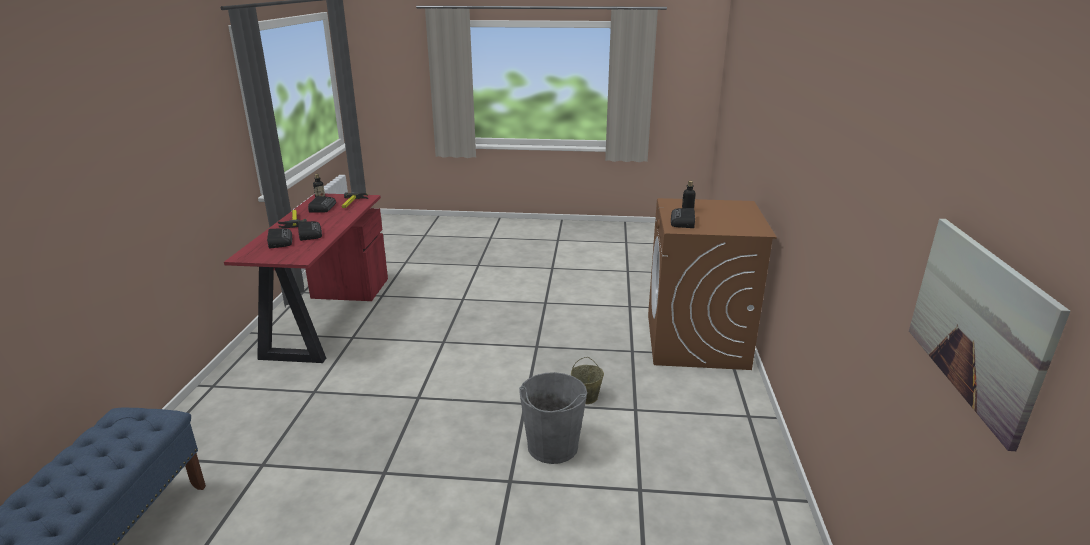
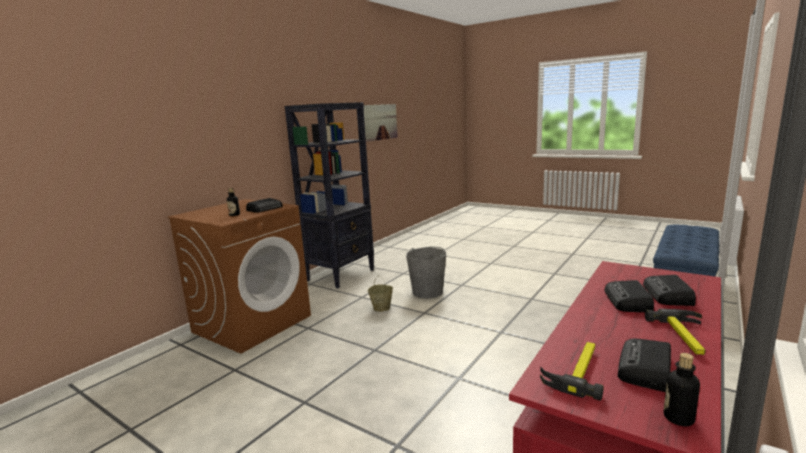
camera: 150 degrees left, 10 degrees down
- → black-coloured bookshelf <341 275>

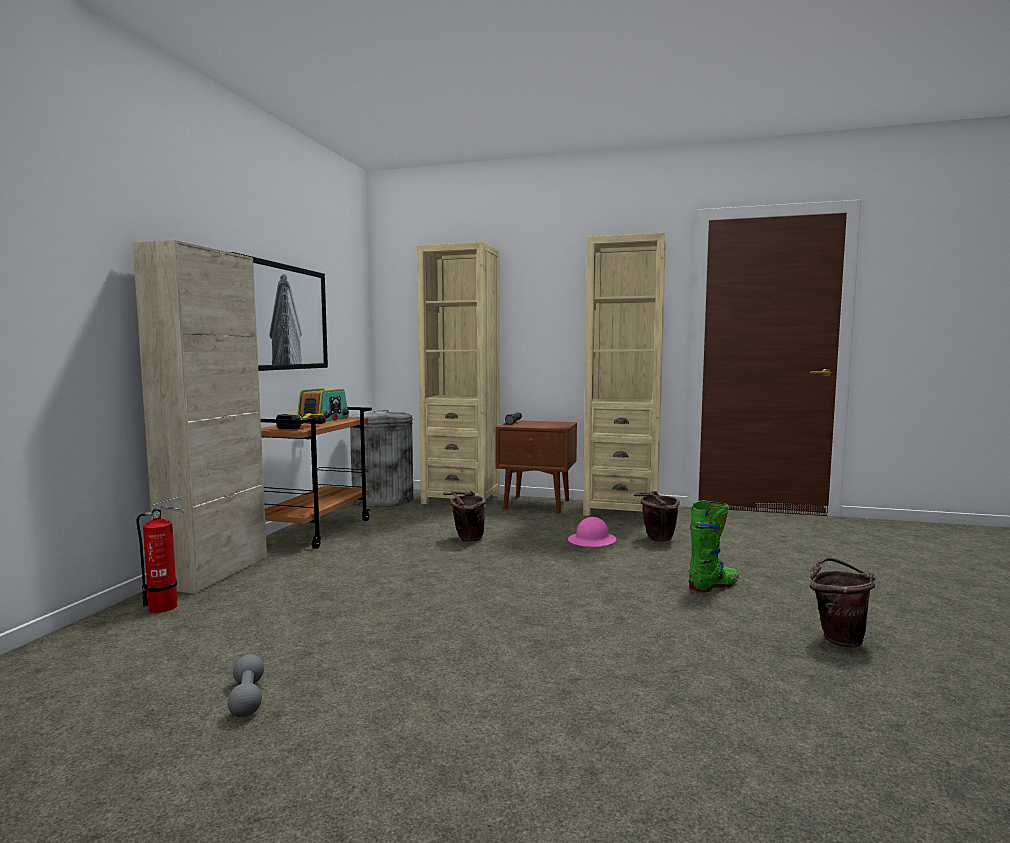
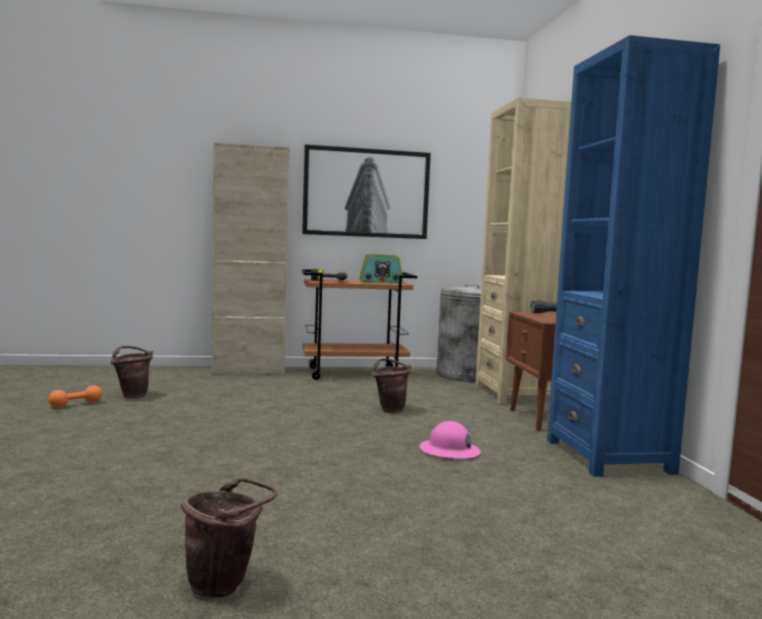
camera: 65 degrees right, 0 degrees up
fire-fighting cylinder <167 607> → -
green-coloured tall boot <713 586> → -
brown-coloured water bucket <656 539> → brown-coloured water bucket <132 395>, shifted
gray dumbbell <247 698> → orange dumbbell <76 404>
beige bookshelf <621 510> → blue-coloured bookshelf <608 456>

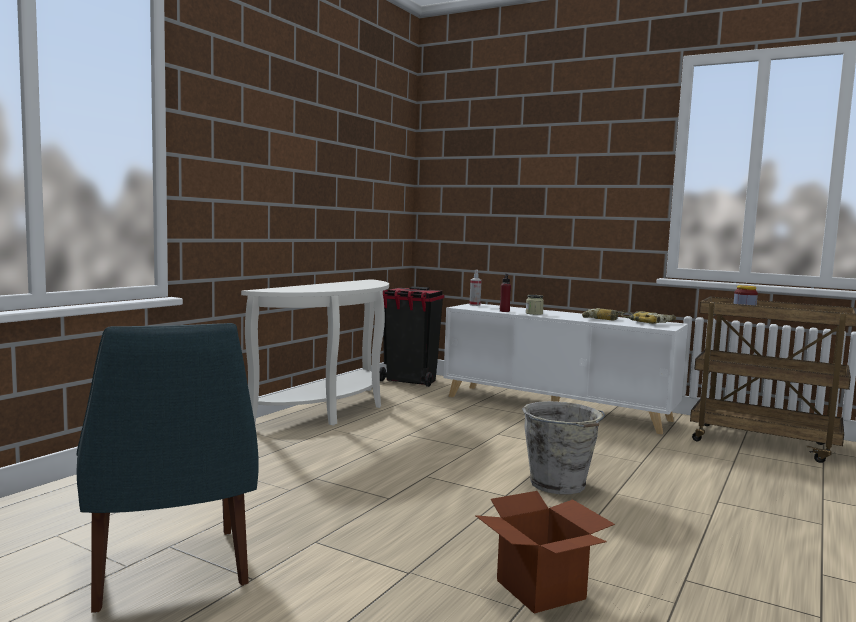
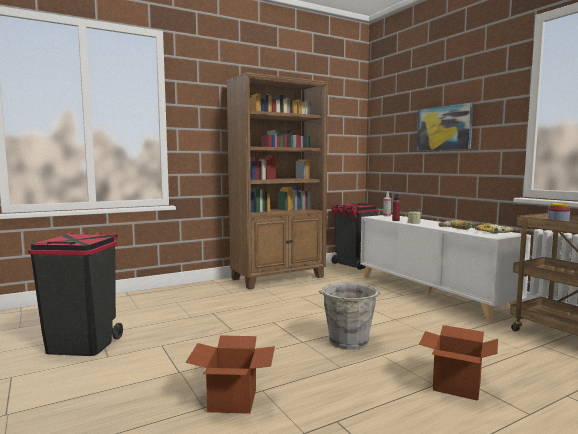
camera: 30 degrees right, 0 degrees up
- → wall art <444 128>
- → carton <457 386>
blue-coloured upright chair <169 571> → black-coloured trash can <82 345>
white-coloured narrow table <333 411> → brown-coloured bookshelf <279 278>

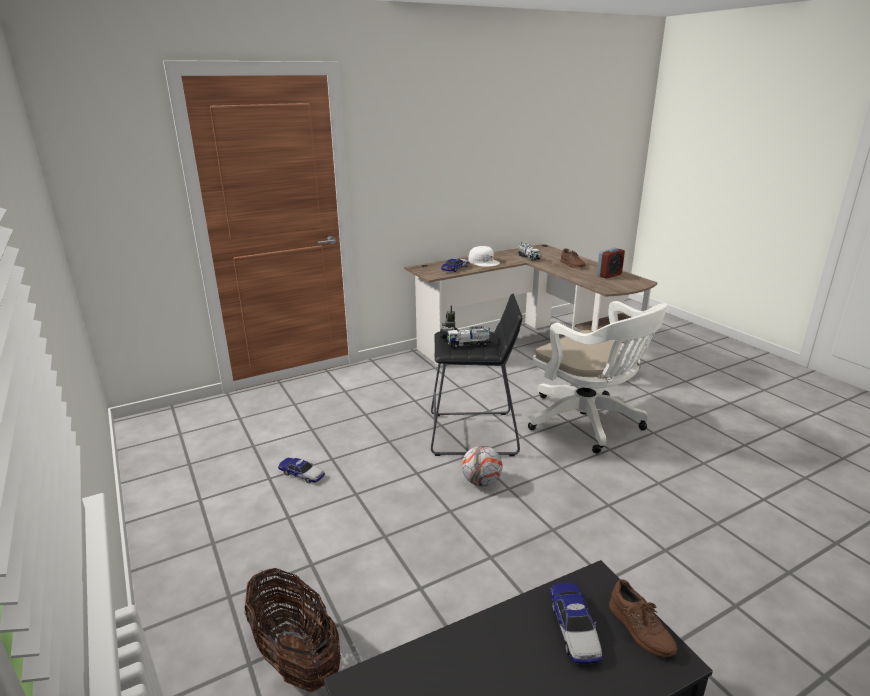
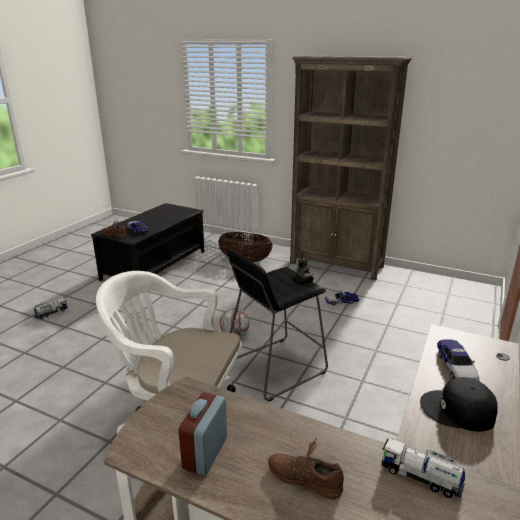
camera: 145 degrees right, 0 degrees up
- → brown-coloured bookshelf <337 265>
model truck <469 344> → model truck <51 313>, shifted
white-coloured cap <484 262> → black-coloured cap <458 411>

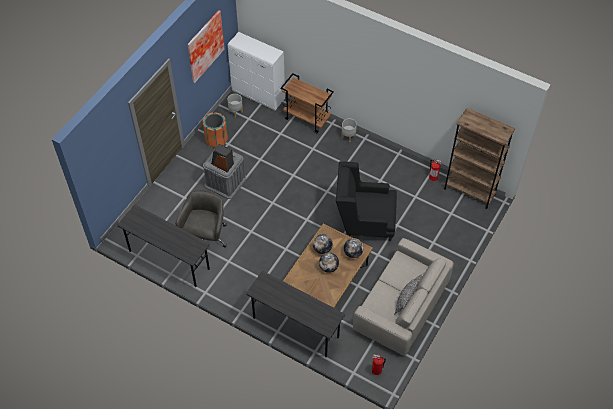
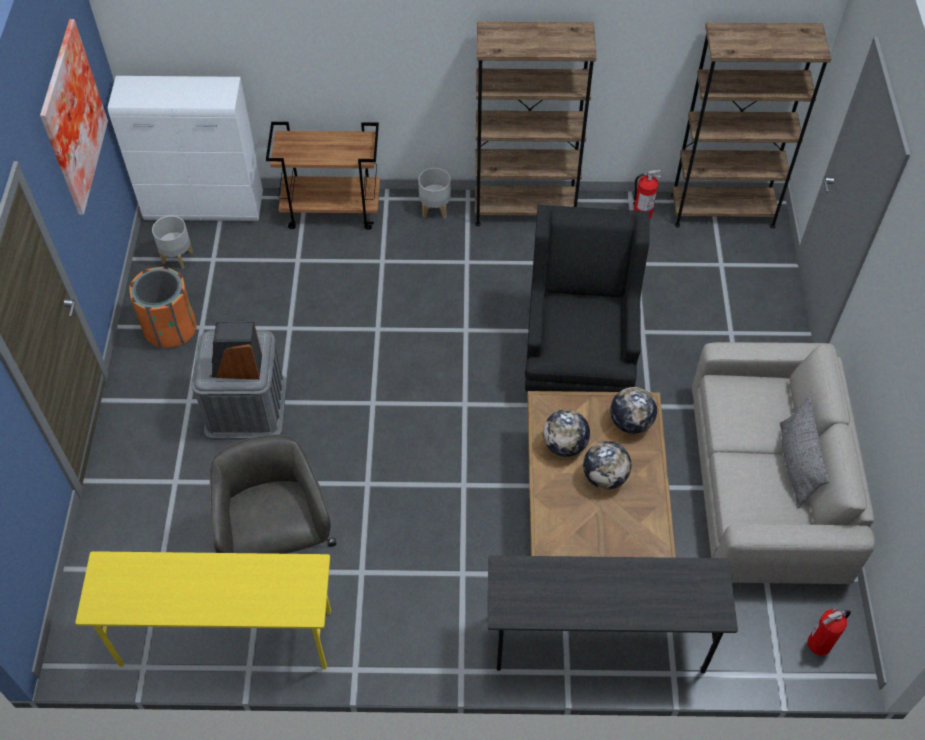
camera: 30 degrees left, 0 degrees up
- → brown-coloured bookshelf <525 210>
gray desk table <168 260> → yellow desk table <226 639>
black-coloured easy chair <364 221> → black-coloured easy chair <578 354>, 120 degrees clockwise

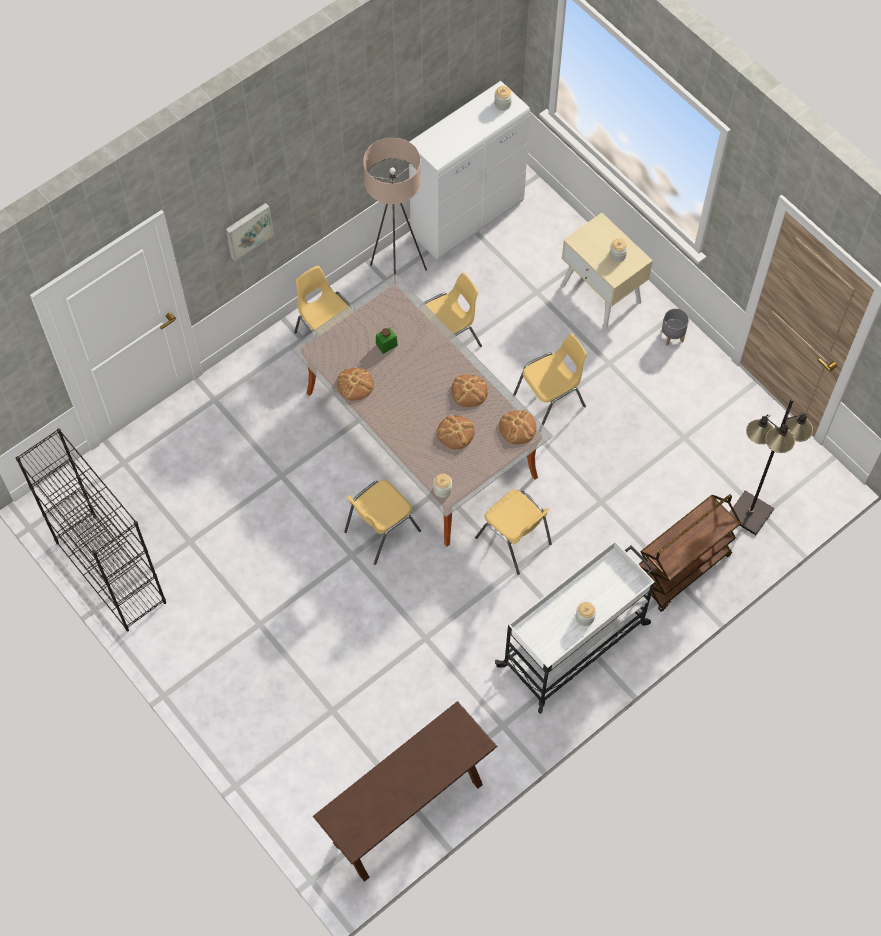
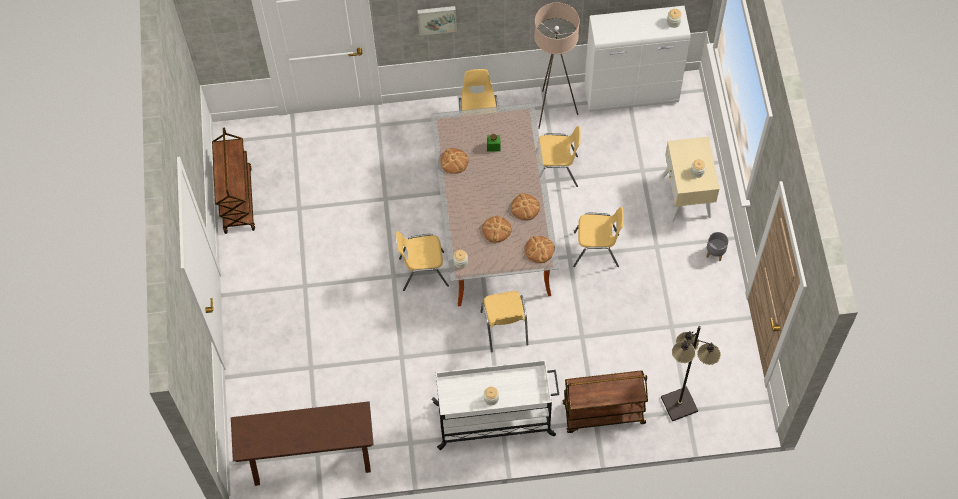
camera: 35 degrees right, 0 degrees up
black-coloured bookshelf <109 572> → brown-coloured trolley <237 199>

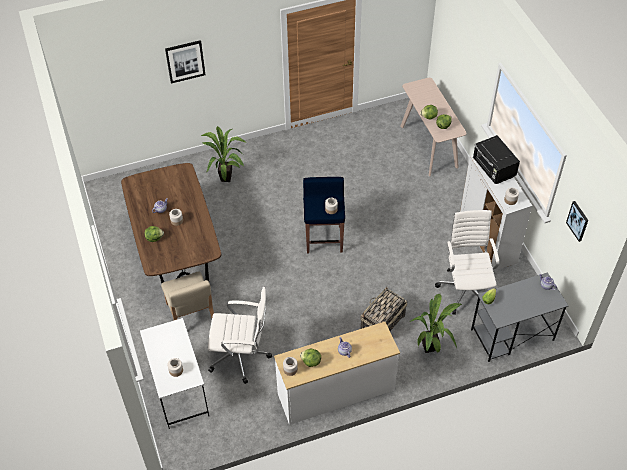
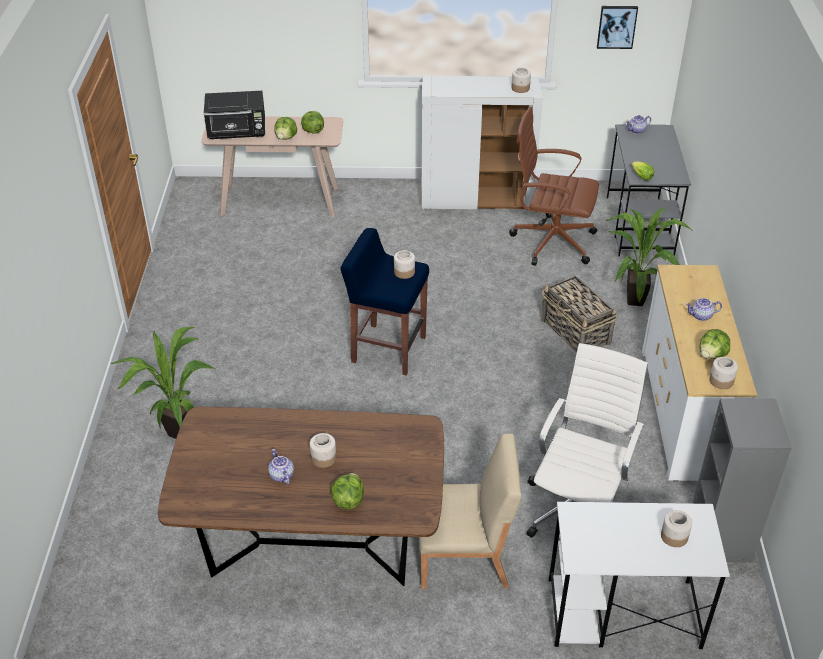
camera: 70 degrees left, 10 degrees down
wall art <185 61> → -
- → gray bookshelf <721 537>
black-coloured kitchen microwave <493 169> → black-coloured kitchen microwave <238 132>, shifted
white-coloured computer chair <466 289> → brown-coloured computer chair <551 241>

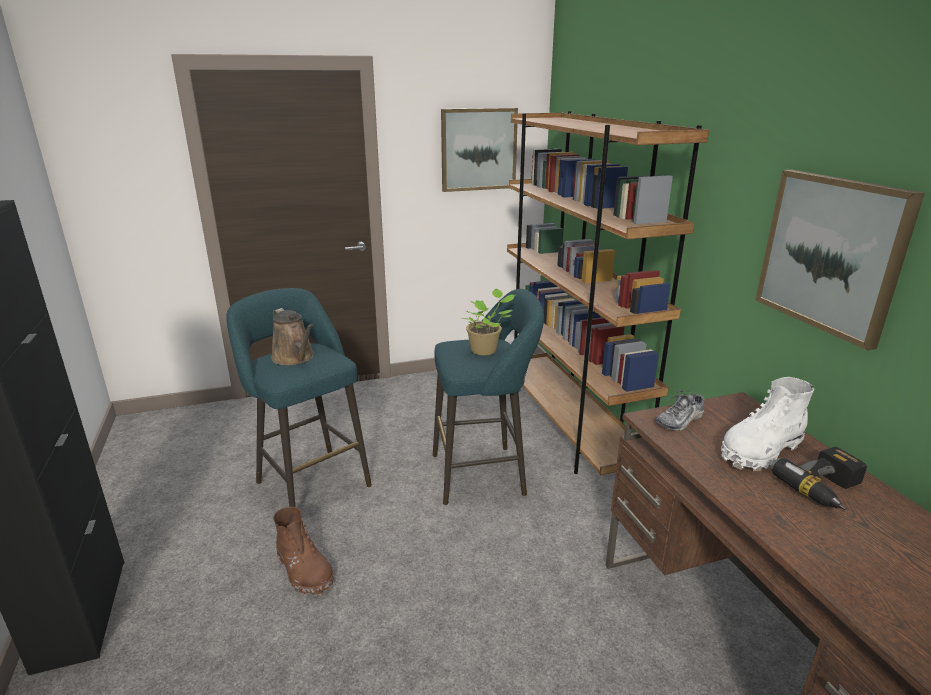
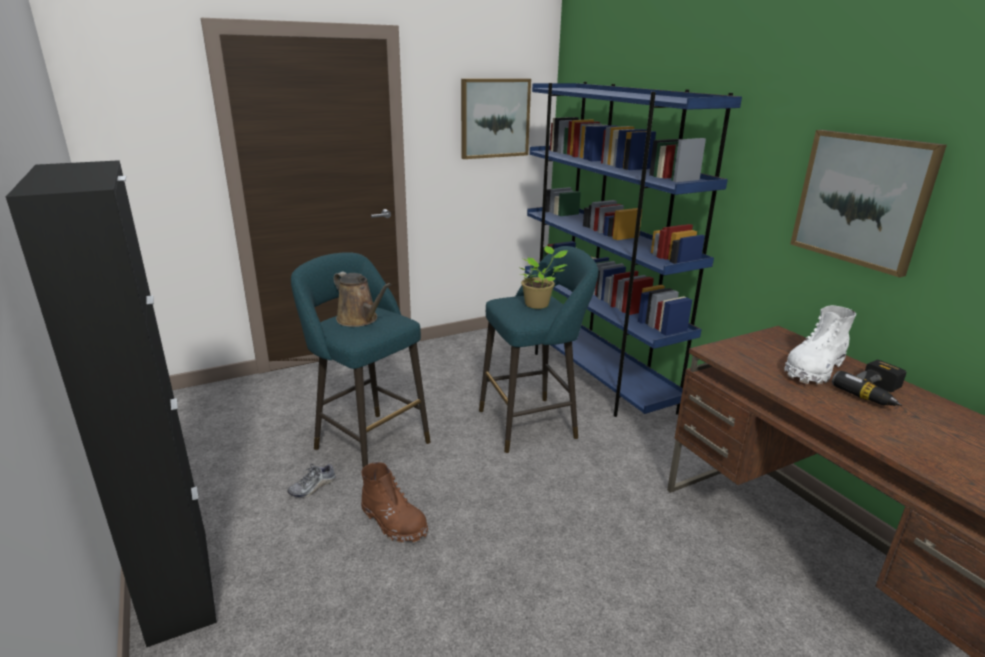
camera: 10 degrees left, 0 degrees up
low shoe <680 420> → low shoe <313 487>, shifted
brown-coloured bookshelf <568 426> → blue-coloured bookshelf <595 376>

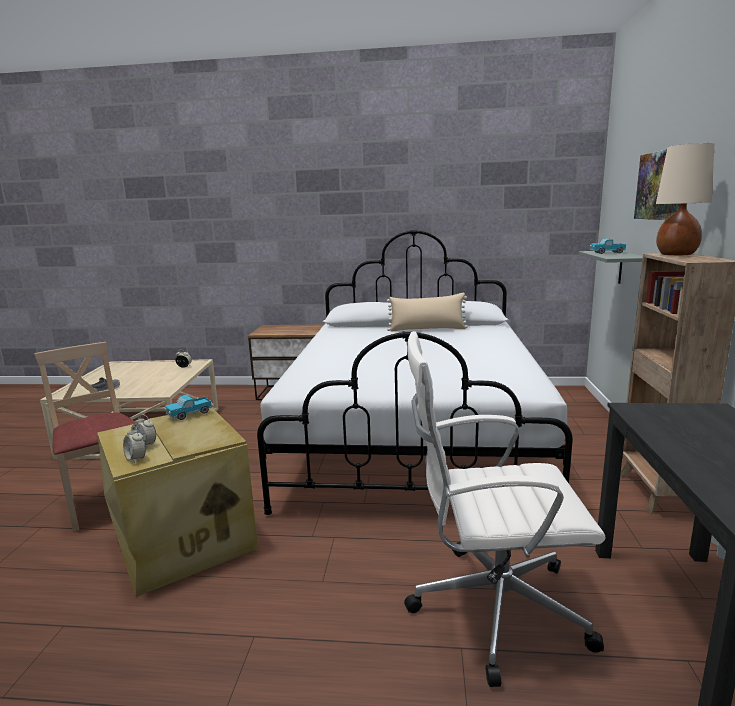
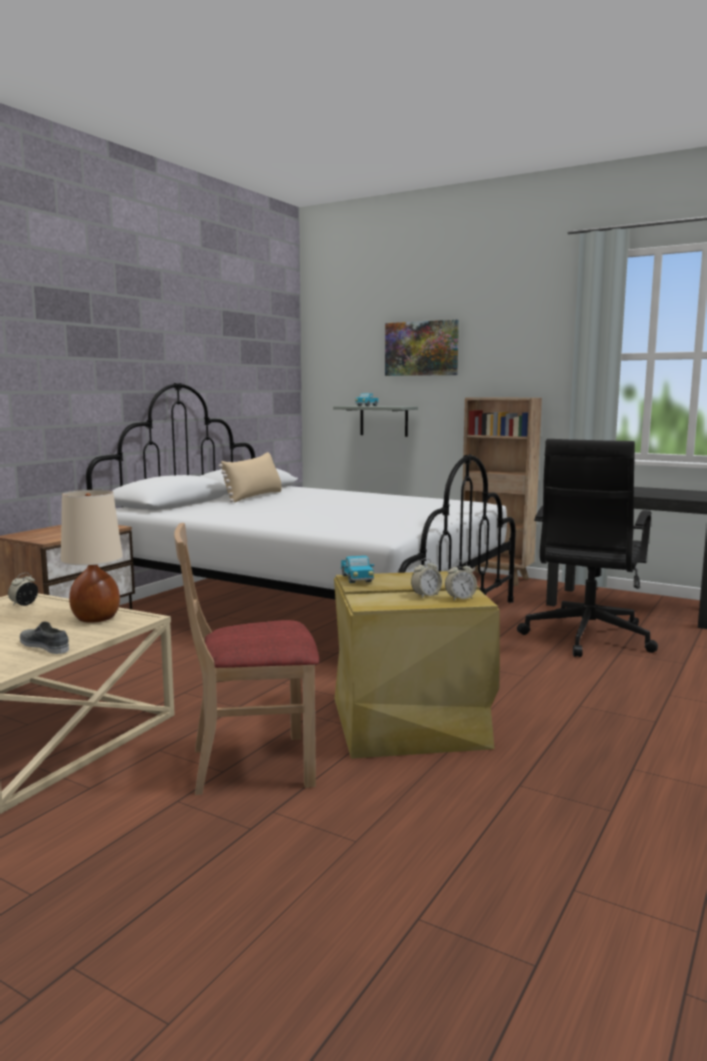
camera: 65 degrees left, 5 degrees down
beige lamp for a table <677 255> → beige lamp for a table <96 618>, shifted
white-coloured computer chair <492 607> → black-coloured computer chair <586 638>

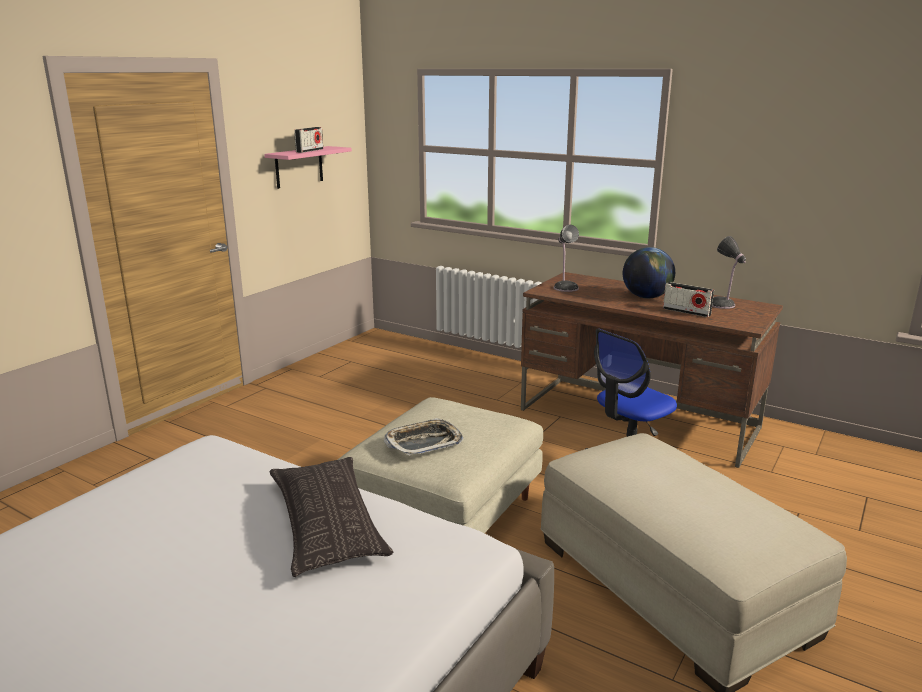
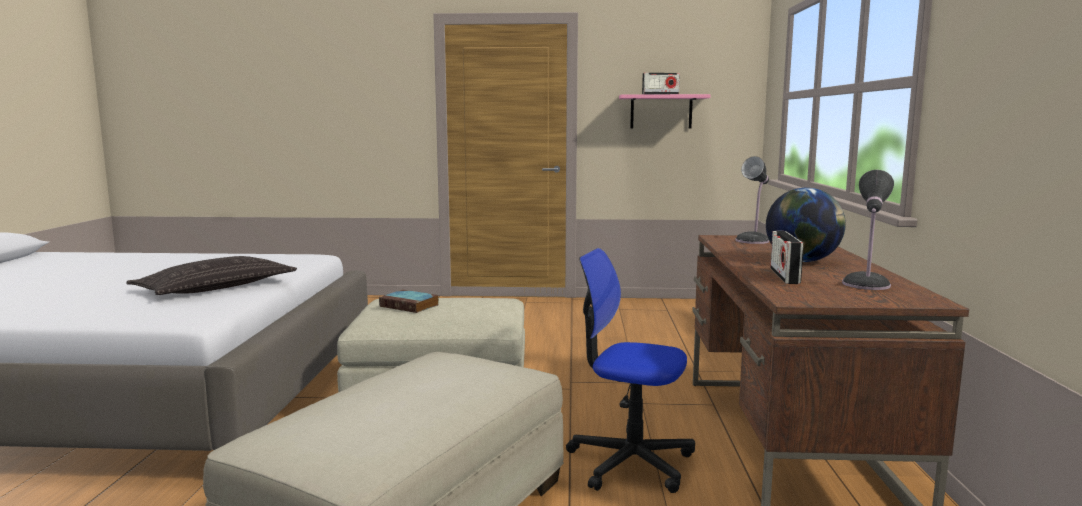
camera: 60 degrees right, 10 degrees down
tray <424 442> → bound book <410 305>

